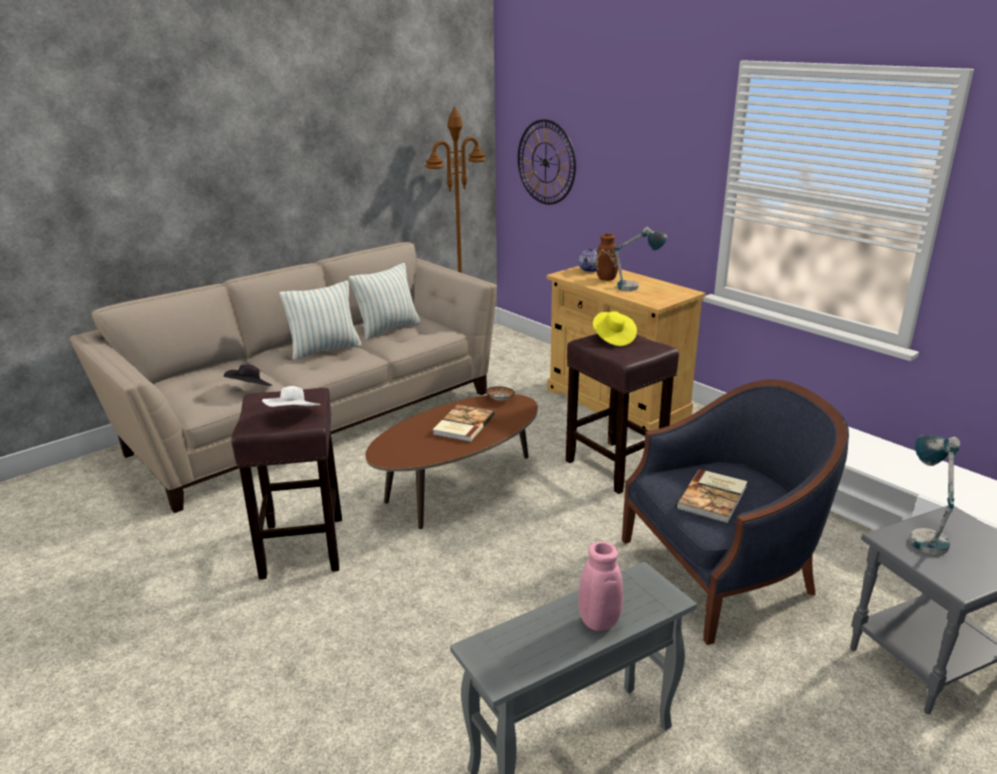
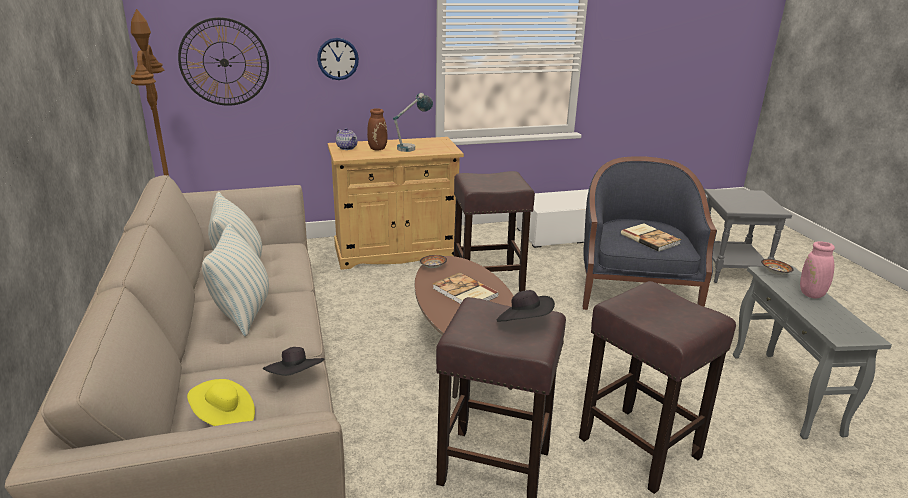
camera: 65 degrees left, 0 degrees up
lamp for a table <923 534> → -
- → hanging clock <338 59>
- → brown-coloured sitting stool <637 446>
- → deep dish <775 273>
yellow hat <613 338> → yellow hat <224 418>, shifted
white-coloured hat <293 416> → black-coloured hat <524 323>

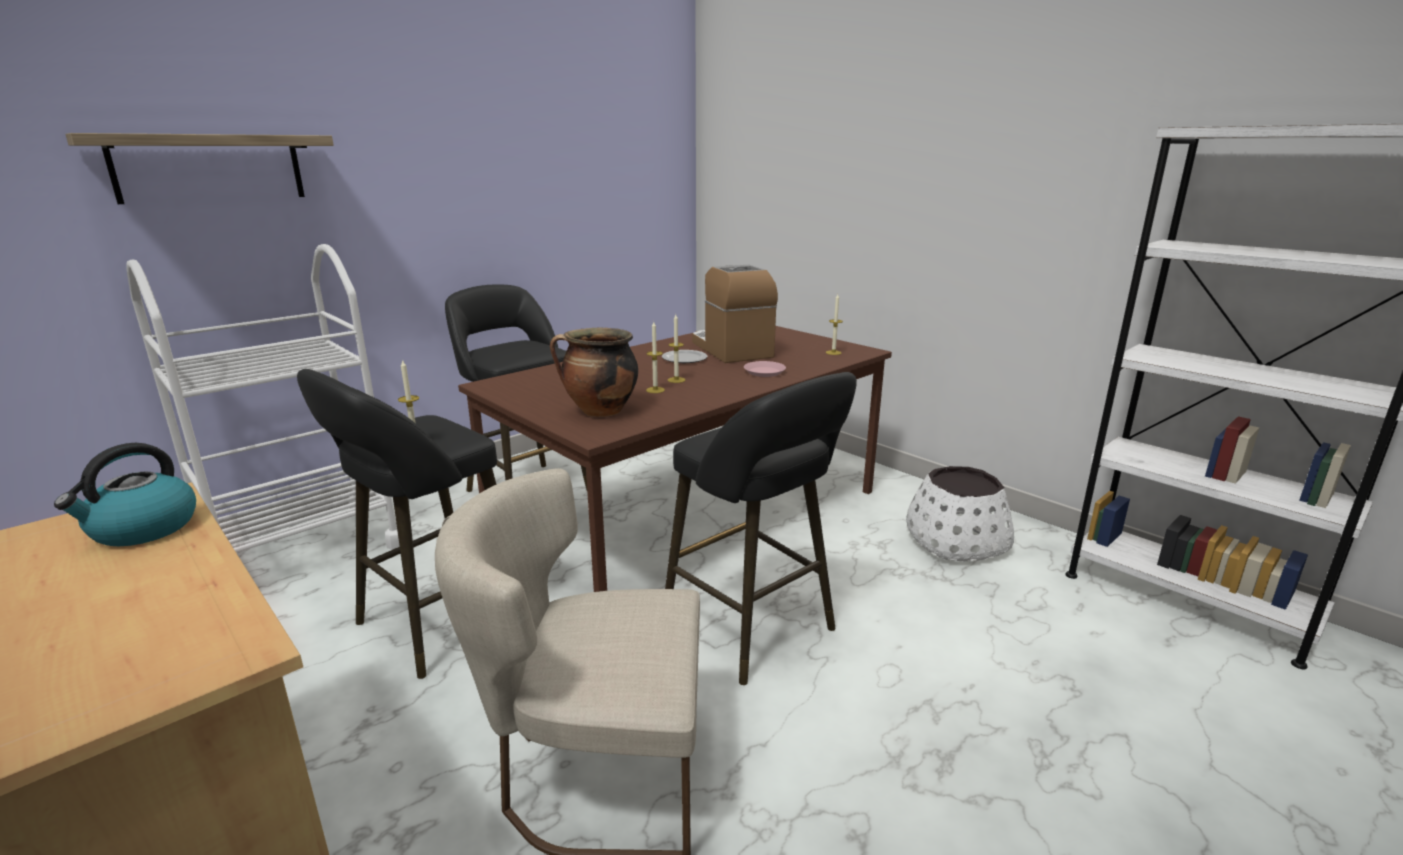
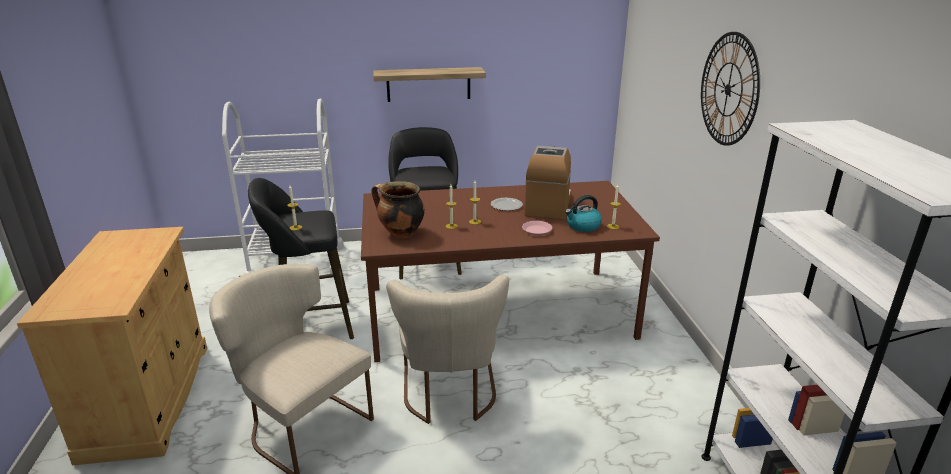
camera: 35 degrees right, 5 degrees up
white-coloured plant pot <956 541> → -
- → hanging clock <728 89>
tea kettle <143 529> → tea kettle <582 226>, shifted
wall shelf <209 168> → wall shelf <428 84>, shifted
black-coloured sitting stool <754 630> → beige upright chair <450 395>

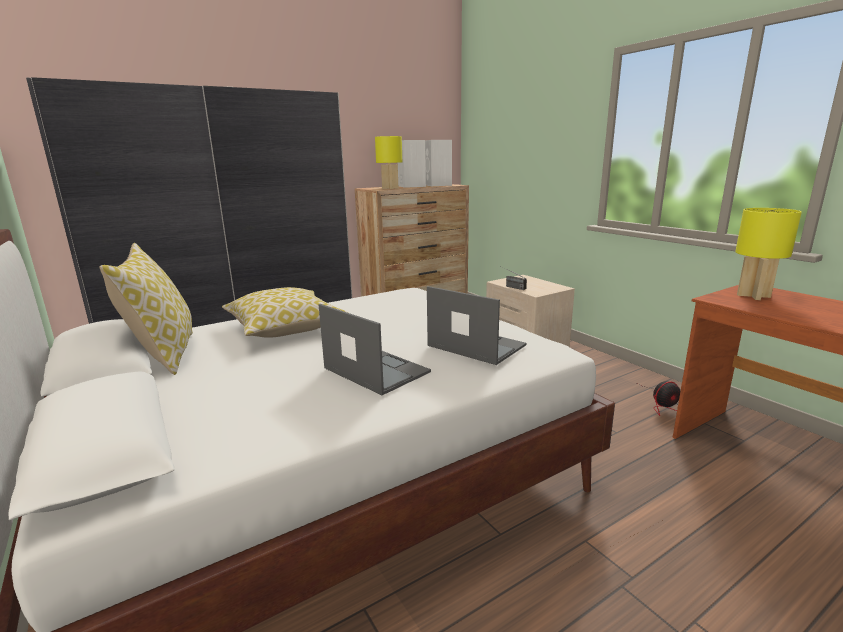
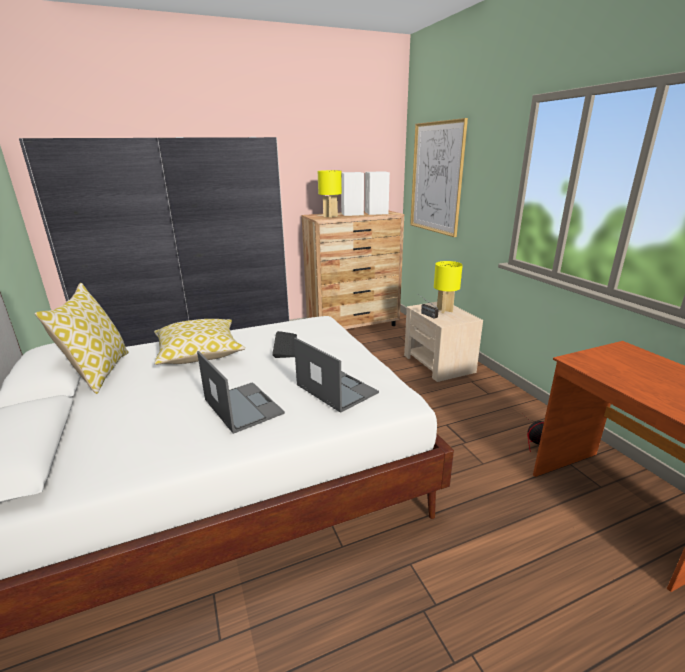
camera: 10 degrees right, 5 degrees up
- → keyboard <285 345>
- → wall art <436 178>
yellow lamp for a table <754 296> → yellow lamp for a table <445 310>, shifted

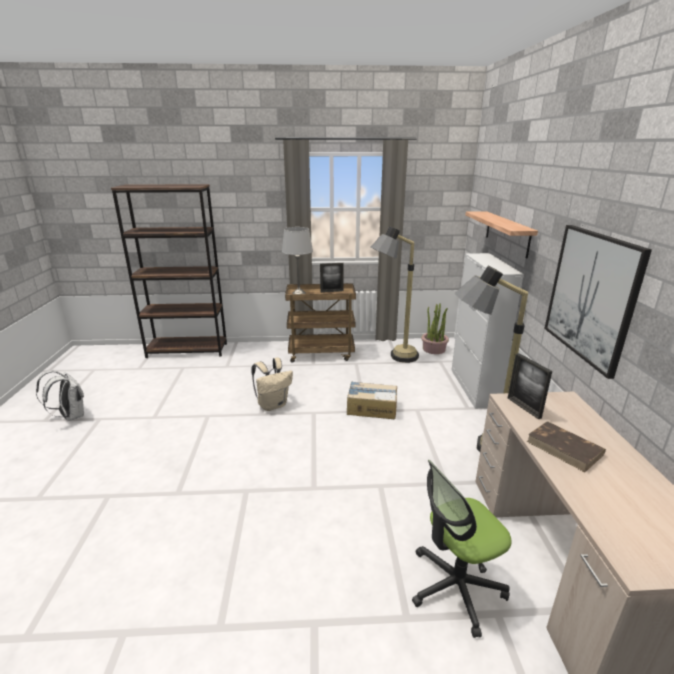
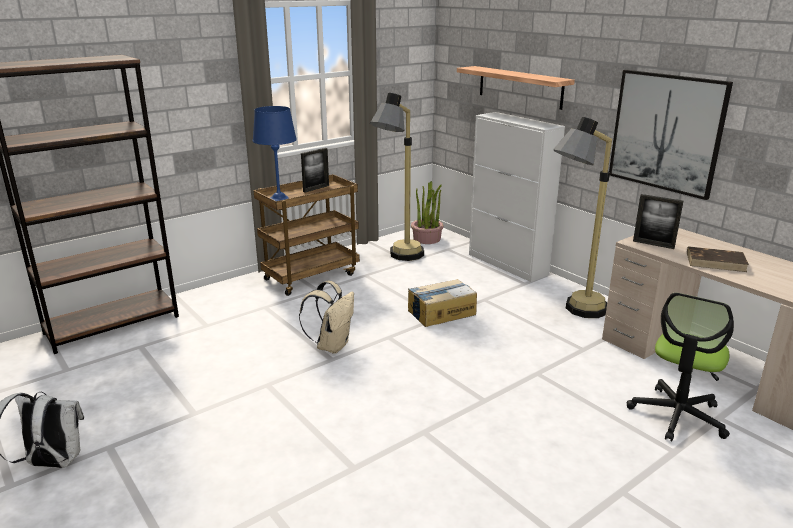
camera: 35 degrees left, 0 degrees up
gray lamp for a table <299 293> → blue-coloured lamp for a table <279 198>

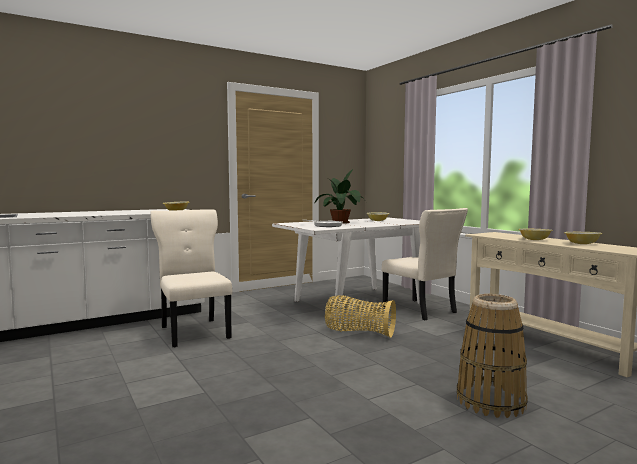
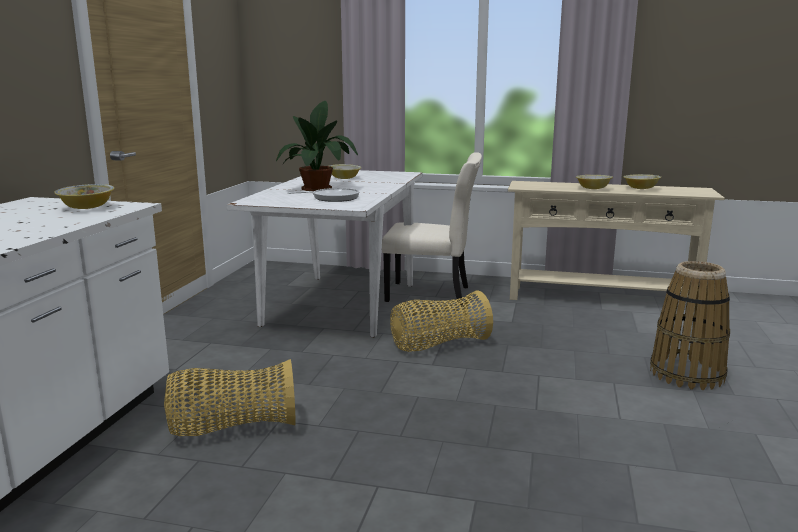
camera: 45 degrees left, 10 degrees up
beige upright chair <194 331> → household basket <232 428>

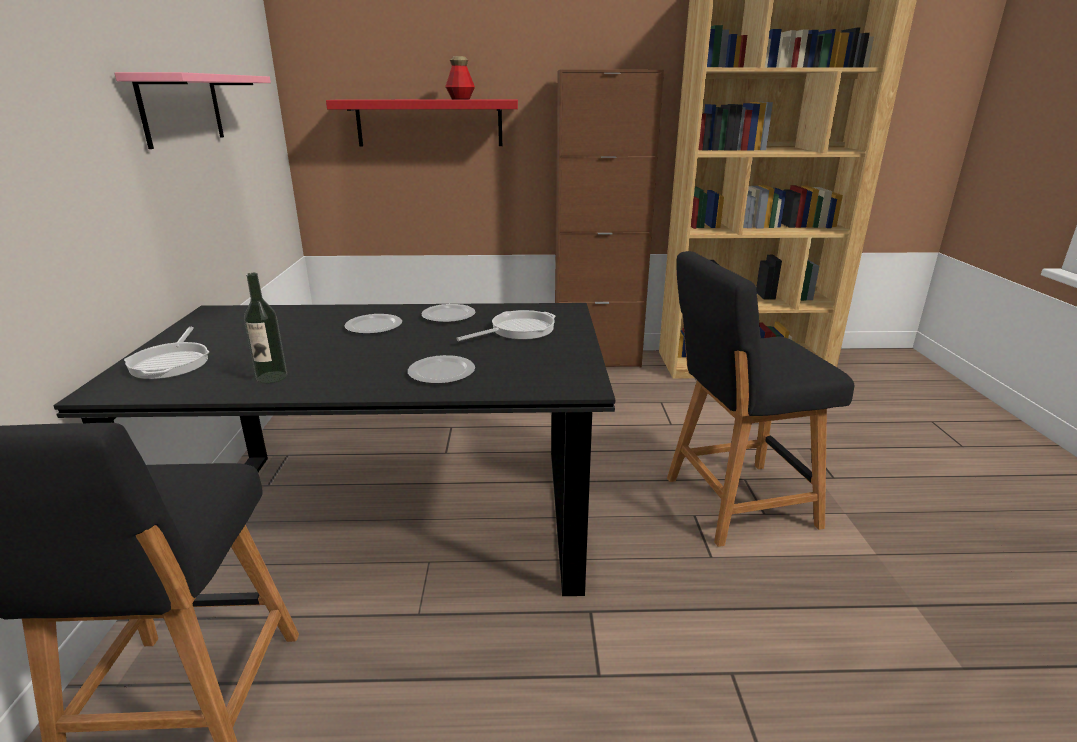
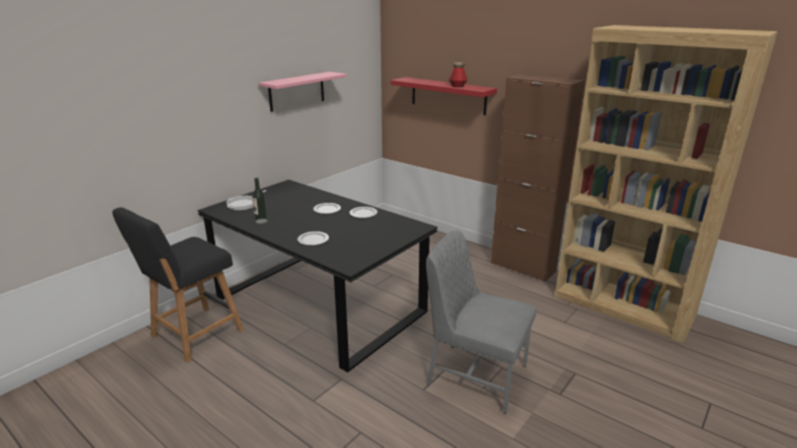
camera: 40 degrees right, 0 degrees up
skillet <518 330> → -
black-coloured sitting stool <733 503> → gray upright chair <475 374>

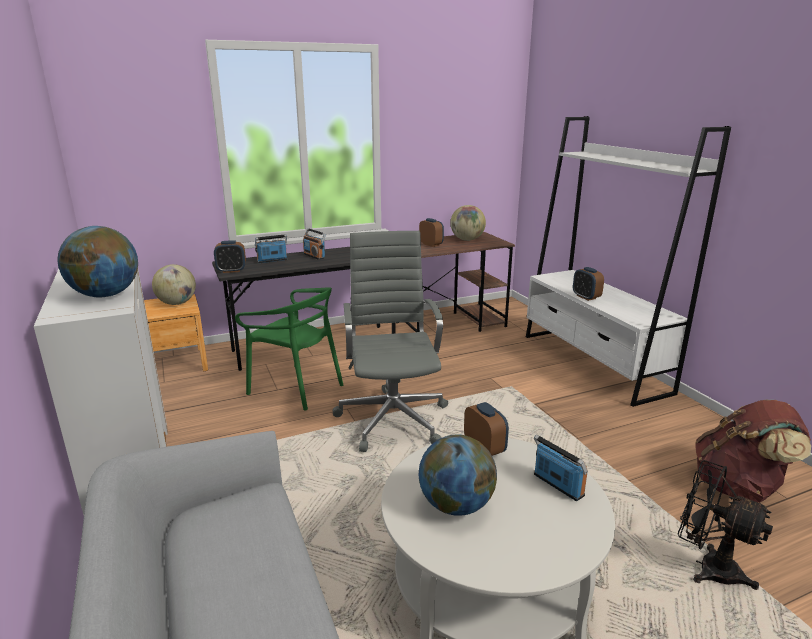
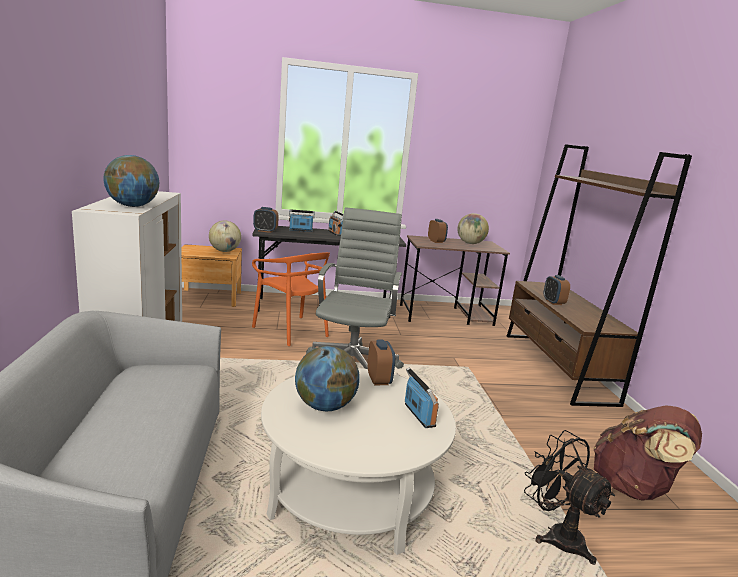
camera: 15 degrees right, 5 degrees down
green-coloured upright chair <296 388> → orange upright chair <291 331>
white-coloured bookshelf <593 363> → brown-coloured bookshelf <557 367>

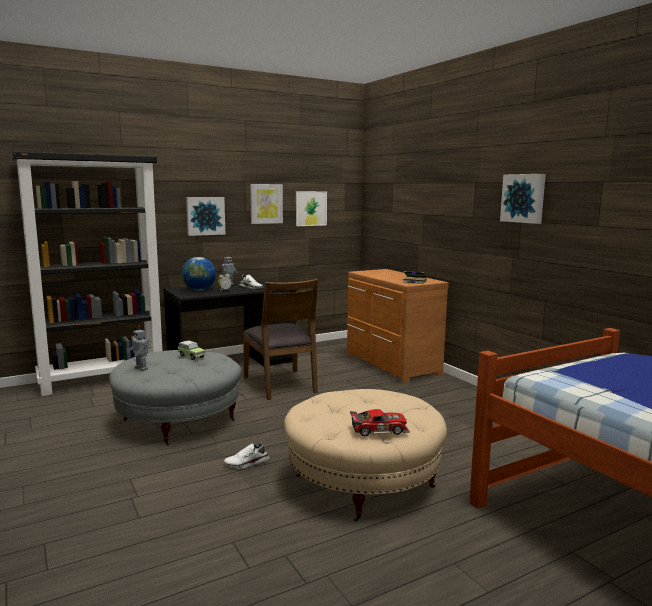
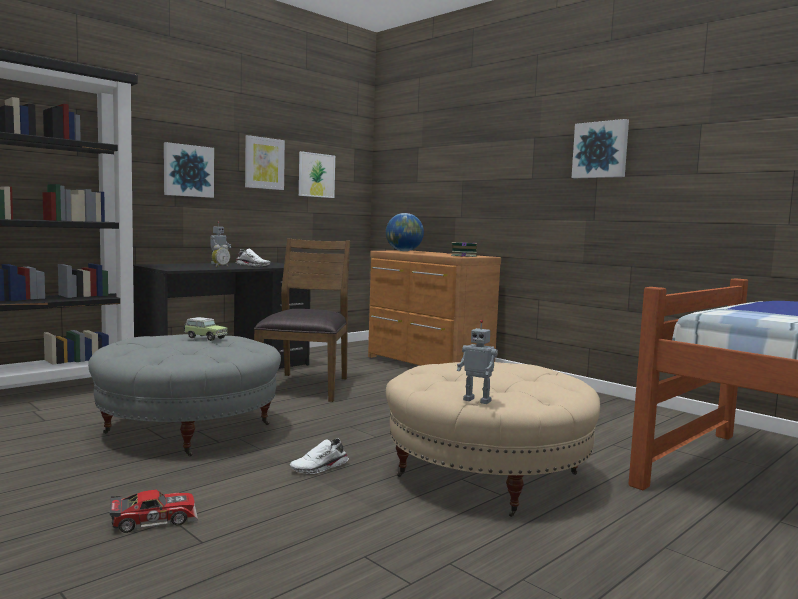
camera: 15 degrees left, 5 degrees down
toy robot <142 368> → toy robot <478 400>, shifted
world globe <199 290> → world globe <404 251>, shifted
model car <378 429> → model car <154 519>, shifted
brown-coloured upright chair <281 384> → brown-coloured upright chair <305 386>, 135 degrees counterclockwise

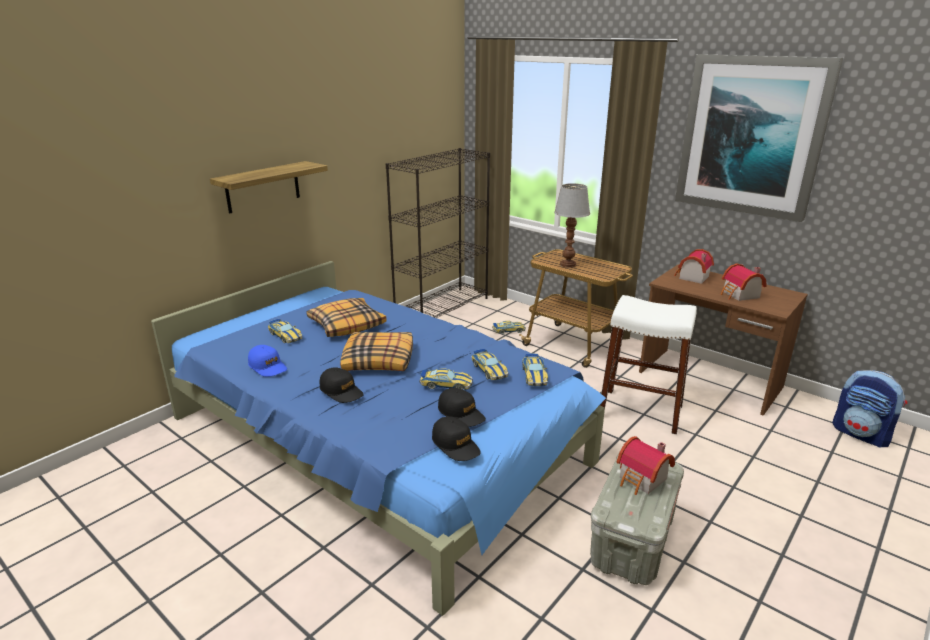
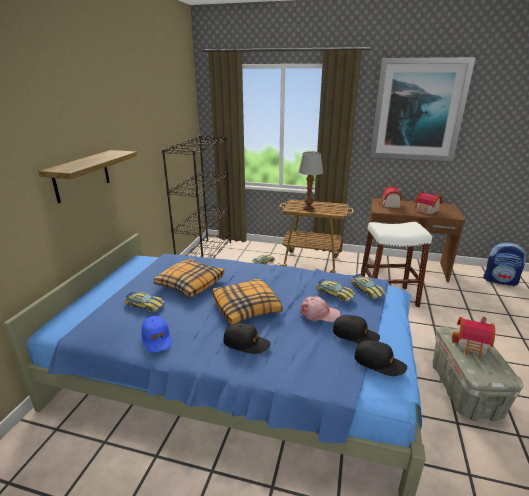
camera: 25 degrees left, 0 degrees up
model car <446 384> → pinkish cap <319 314>
blue-coloured cap <268 367> → blue-coloured cap <157 338>, 45 degrees clockwise

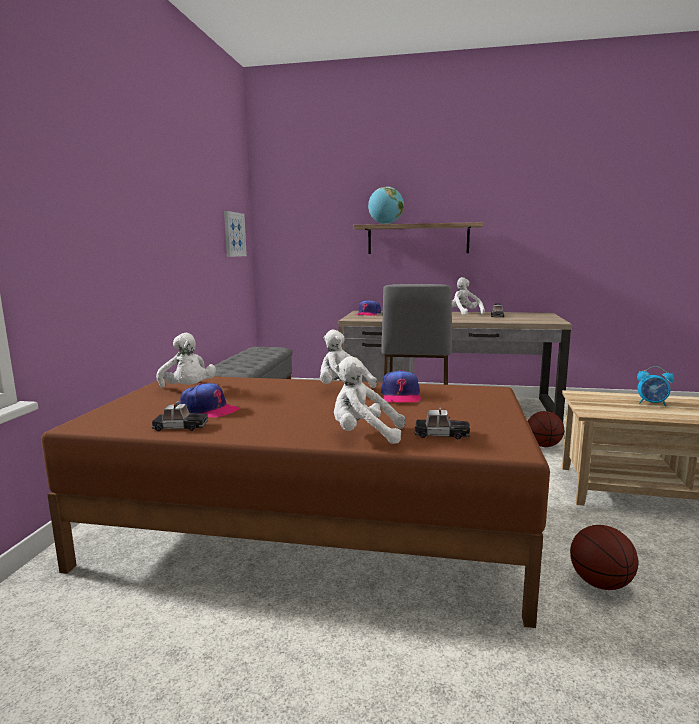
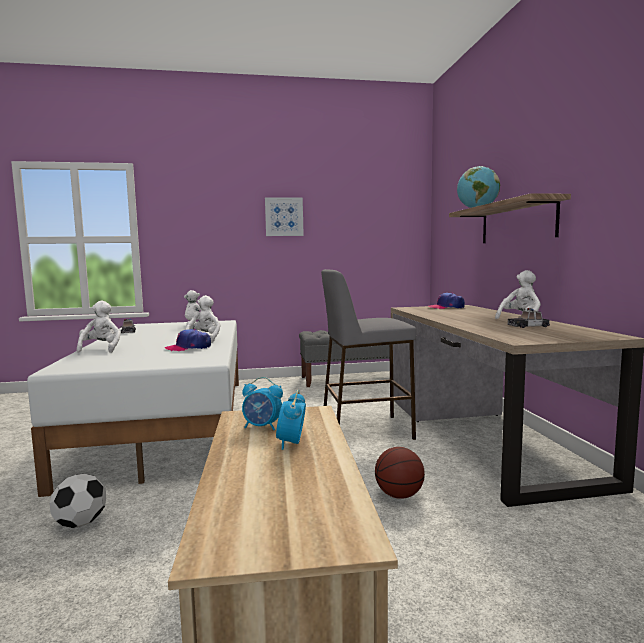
camera: 70 degrees right, 5 degrees down
cap <209 410> → -
model car <441 434> → -
- → bedside clock <262 427>
wall art <234 234> → wall art <284 217>, shifted
basketball <600 583> → football ball <81 523>
brown-coloured bed <308 529> → white-coloured bed <171 423>

